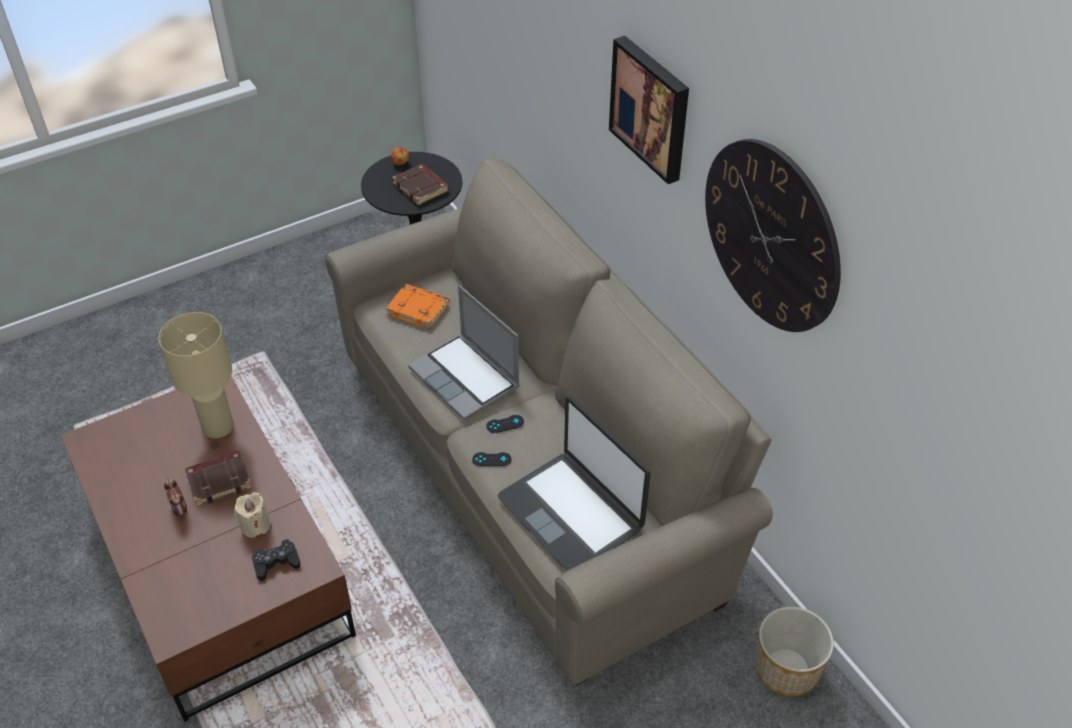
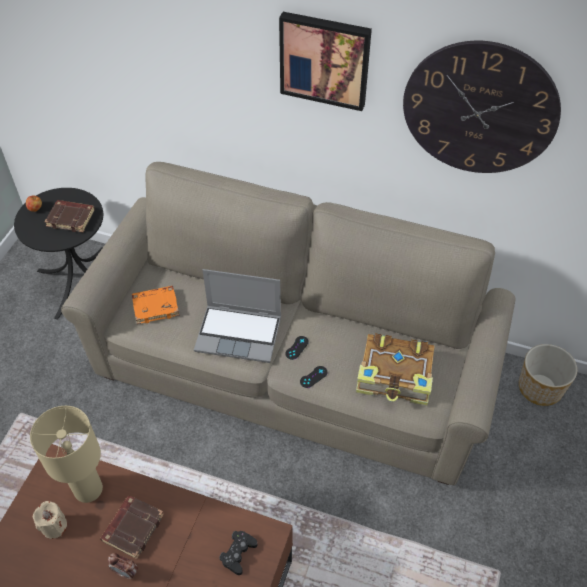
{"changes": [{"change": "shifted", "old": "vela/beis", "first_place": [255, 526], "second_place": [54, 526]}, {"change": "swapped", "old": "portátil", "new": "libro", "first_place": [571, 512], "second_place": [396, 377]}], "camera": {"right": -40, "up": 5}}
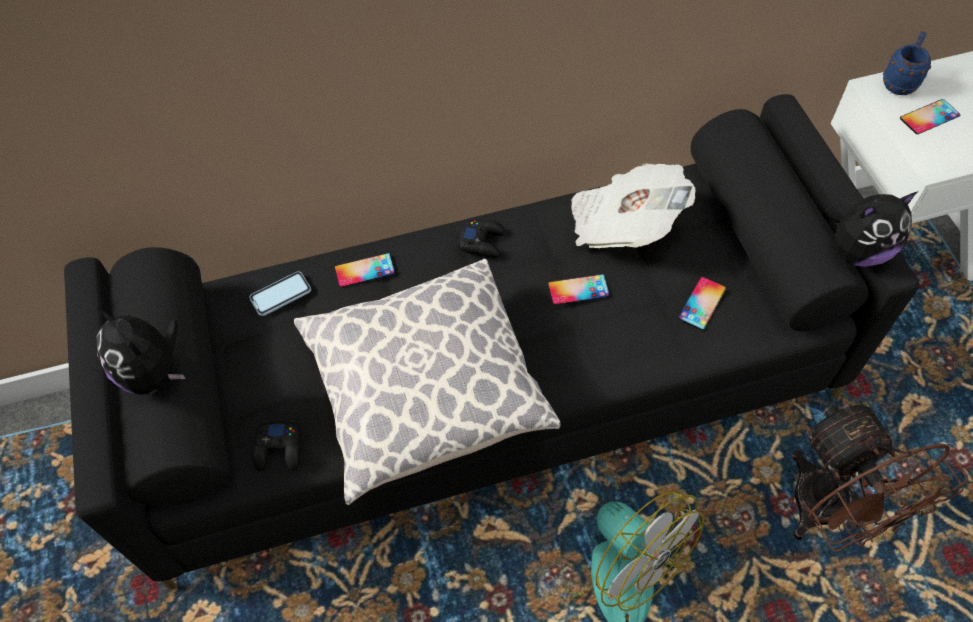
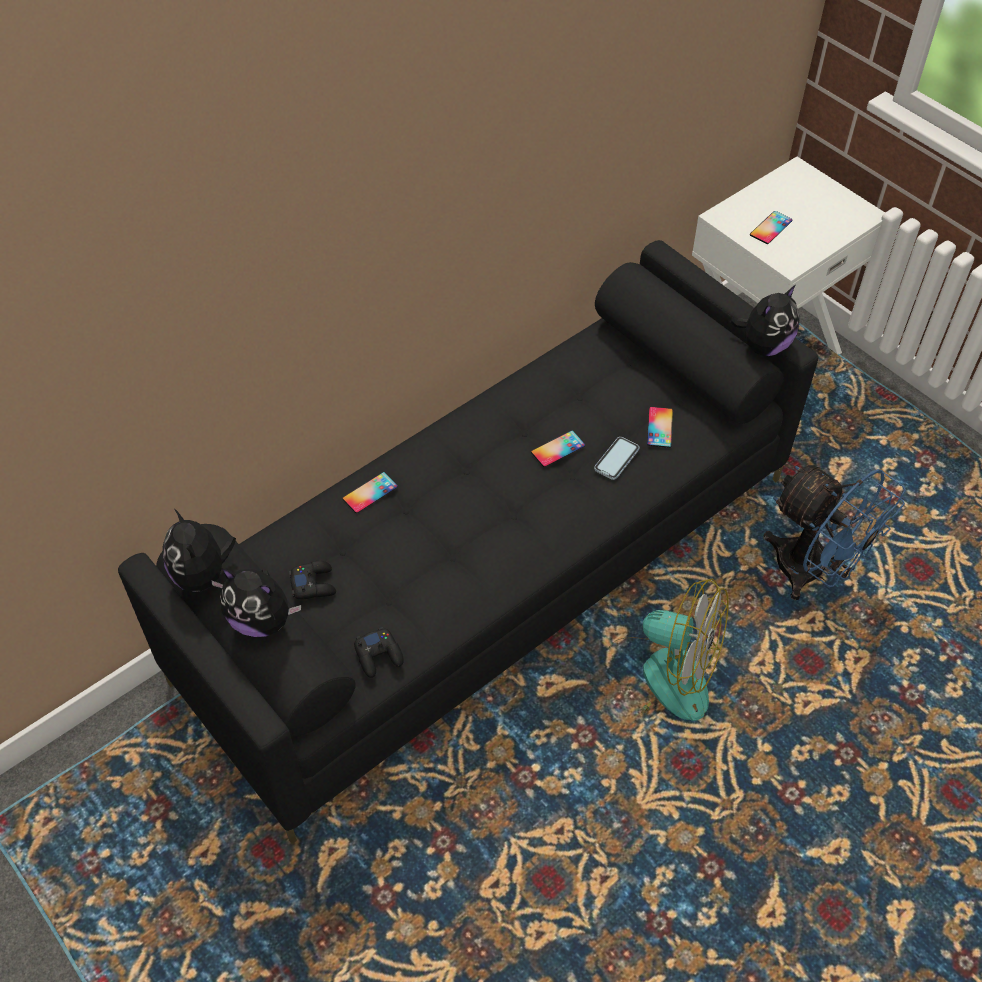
{"changes": [{"change": "shifted", "old": "móvil", "first_place": [281, 295], "second_place": [616, 459]}, {"change": "gone", "old": "cojín", "first_place": [425, 393]}, {"change": "shifted", "old": "mando de consola/negro", "first_place": [482, 242], "second_place": [313, 584]}, {"change": "gone", "old": "periódico", "first_place": [623, 225]}, {"change": "repainted", "old": "ventilador/marrón", "new": "ventilador/azul", "first_place": [830, 515], "second_place": [812, 573]}, {"change": "gone", "old": "taza grande/azul", "first_place": [900, 82]}, {"change": "new", "new": "peluche", "second_place": [203, 576]}], "camera": {"right": -25, "up": -5}}
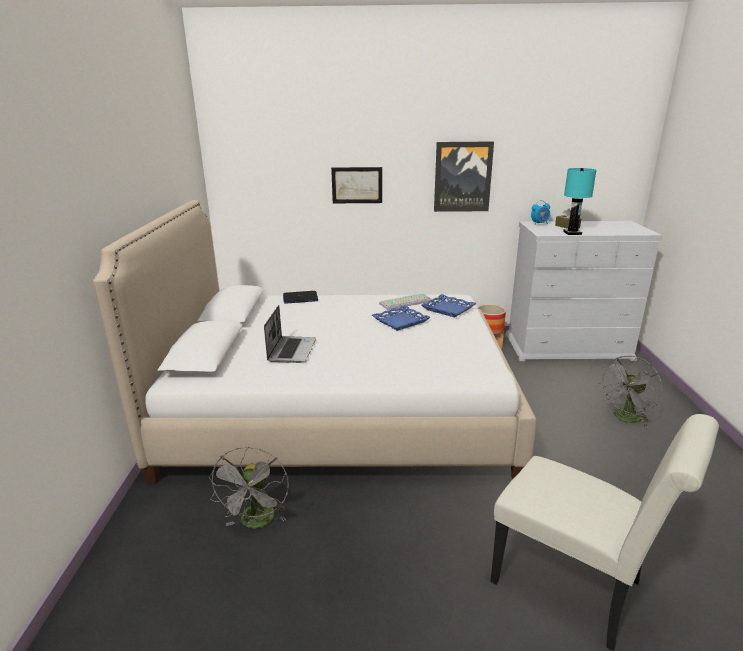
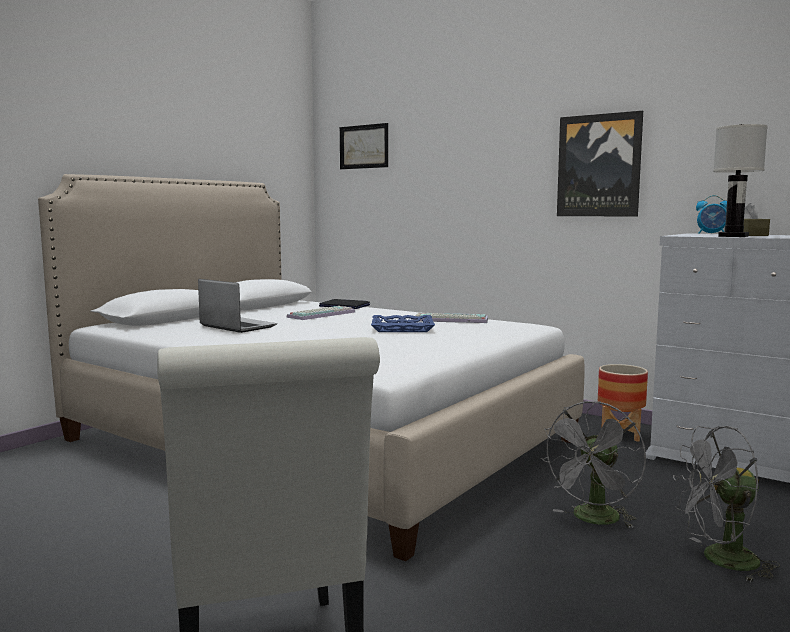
{"changes": [{"change": "shifted", "old": "ventilador/gris", "first_place": [257, 522], "second_place": [594, 520]}, {"change": "rotated", "old": "portátil", "first_place": [291, 350], "second_place": [236, 326], "degrees": -90}, {"change": "shifted", "old": "cuadro", "first_place": [357, 185], "second_place": [364, 146]}, {"change": "gone", "old": "bandeja/azul", "first_place": [448, 309]}, {"change": "repainted", "old": "lámpara de mesa/turquesa", "new": "lámpara de mesa/blanco", "first_place": [572, 233], "second_place": [733, 236]}, {"change": "new", "new": "teclado", "second_place": [321, 314]}], "camera": {"right": 35, "up": -15}}
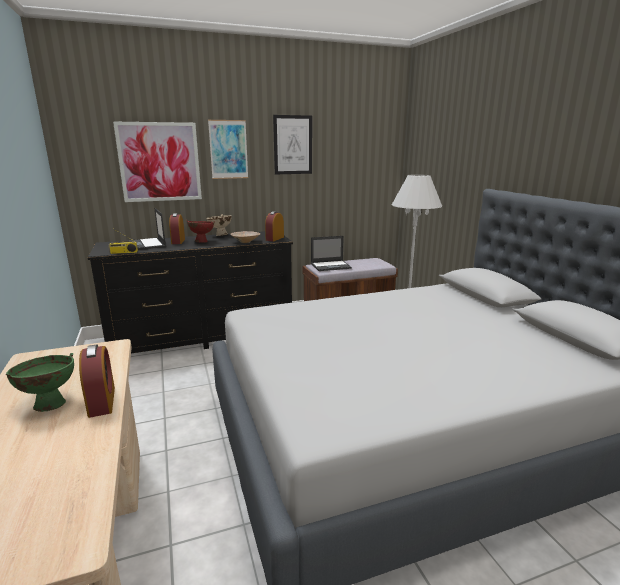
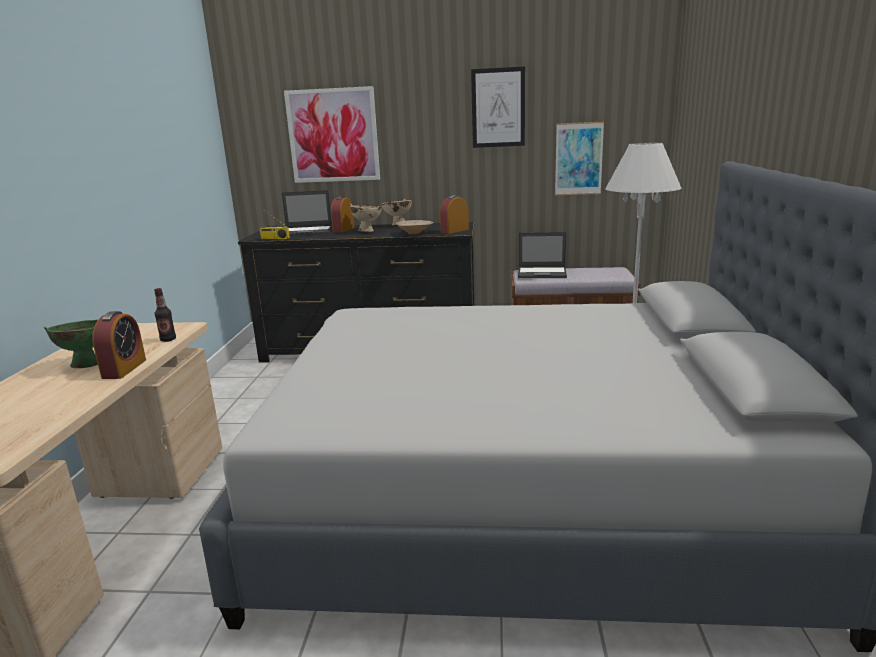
{"changes": [{"change": "rotated", "old": "portátil", "first_place": [146, 244], "second_place": [307, 231], "degrees": -90}, {"change": "repainted", "old": "cuenco/rojo", "new": "cuenco/beis", "first_place": [201, 242], "second_place": [367, 231]}, {"change": "shifted", "old": "cuadro", "first_place": [228, 149], "second_place": [578, 159]}, {"change": "new", "new": "botella", "second_place": [168, 339]}], "camera": {"right": 25, "up": 0}}
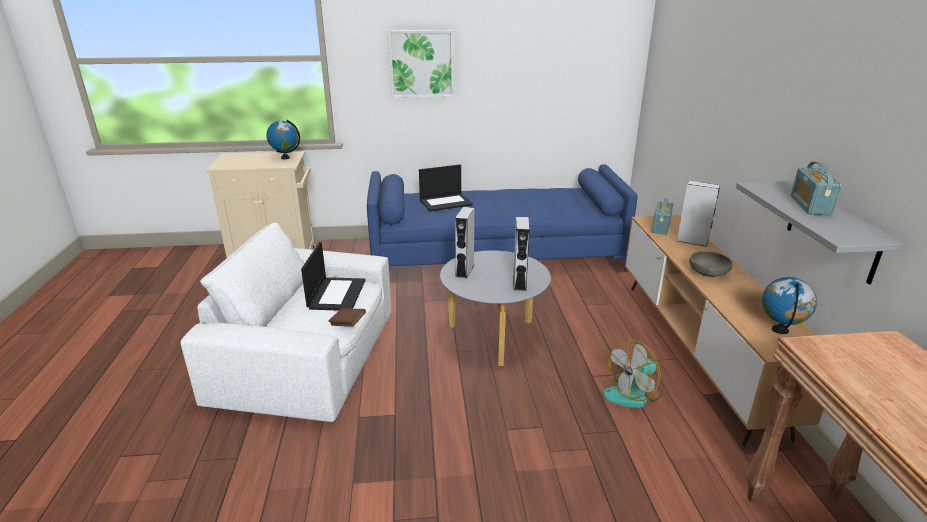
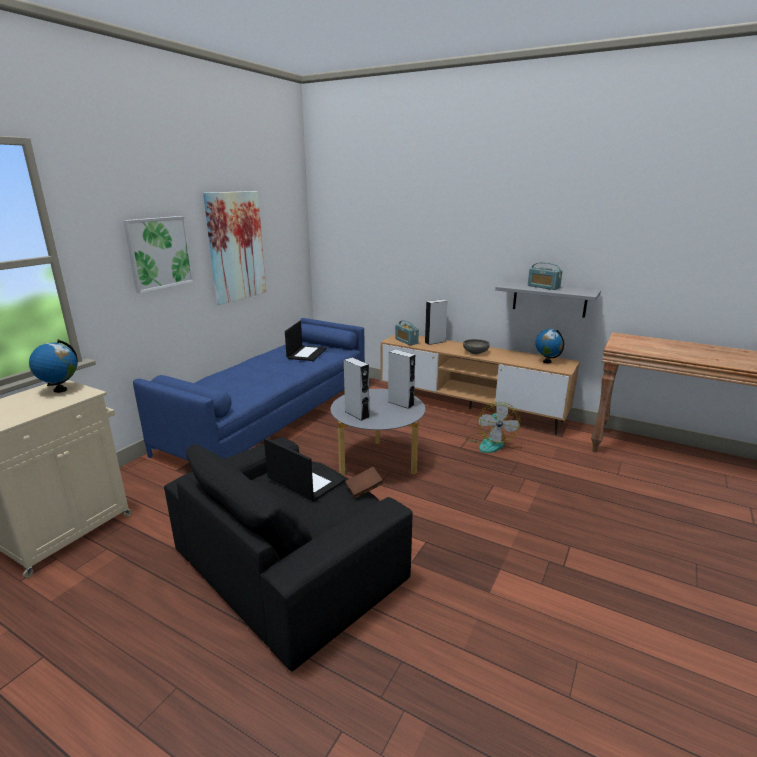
{"changes": [{"change": "repainted", "old": "sillón/blanco", "new": "sillón/negro", "first_place": [309, 356], "second_place": [290, 563]}, {"change": "shifted", "old": "portátil", "first_place": [446, 202], "second_place": [306, 353]}, {"change": "new", "new": "cuadro", "second_place": [236, 246]}], "camera": {"right": -55, "up": -5}}
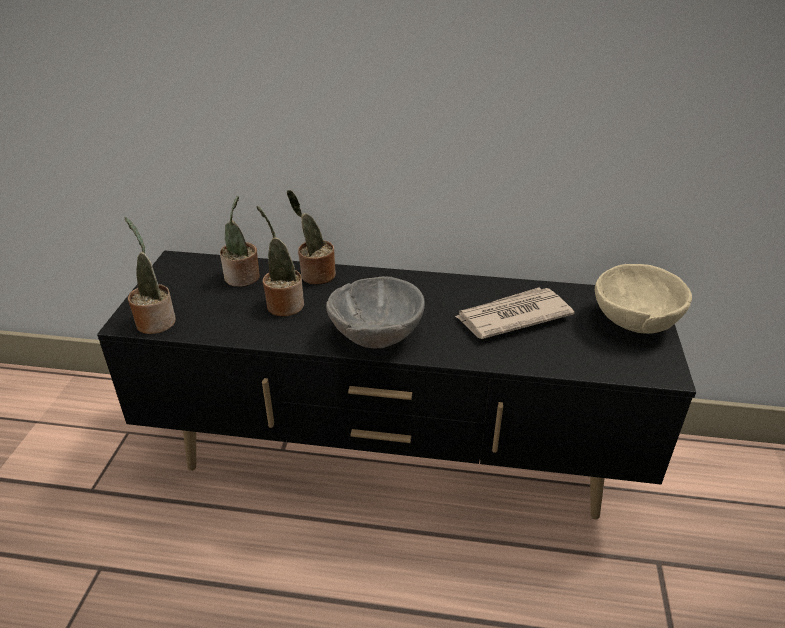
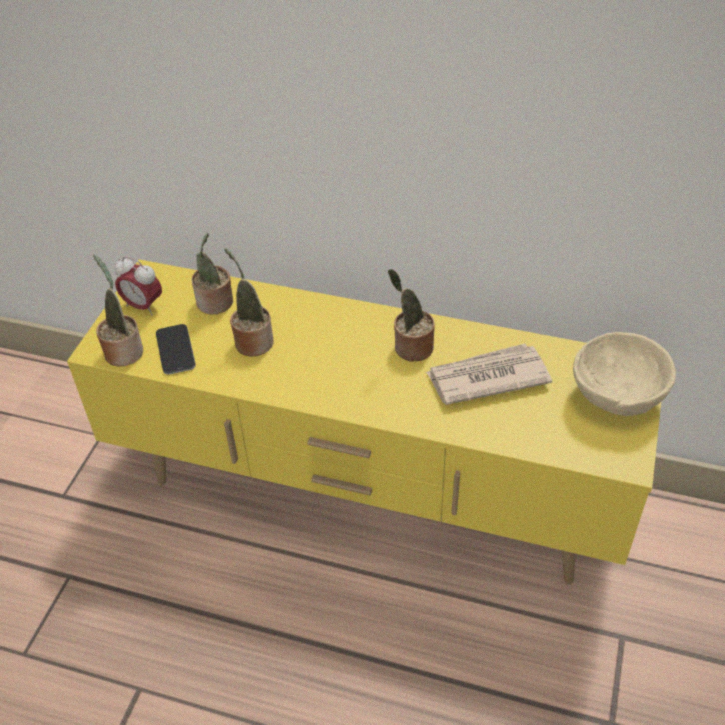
{"changes": [{"change": "repainted", "old": "mueble de televisión/negro", "new": "mueble de televisión/amarillo", "first_place": [394, 460], "second_place": [369, 495]}, {"change": "shifted", "old": "planta en maceta", "first_place": [315, 275], "second_place": [410, 348]}, {"change": "gone", "old": "cuenco/gris", "first_place": [376, 337]}, {"change": "new", "new": "despertador", "second_place": [143, 306]}, {"change": "new", "new": "móvil", "second_place": [175, 350]}], "camera": {"right": 10, "up": 10}}
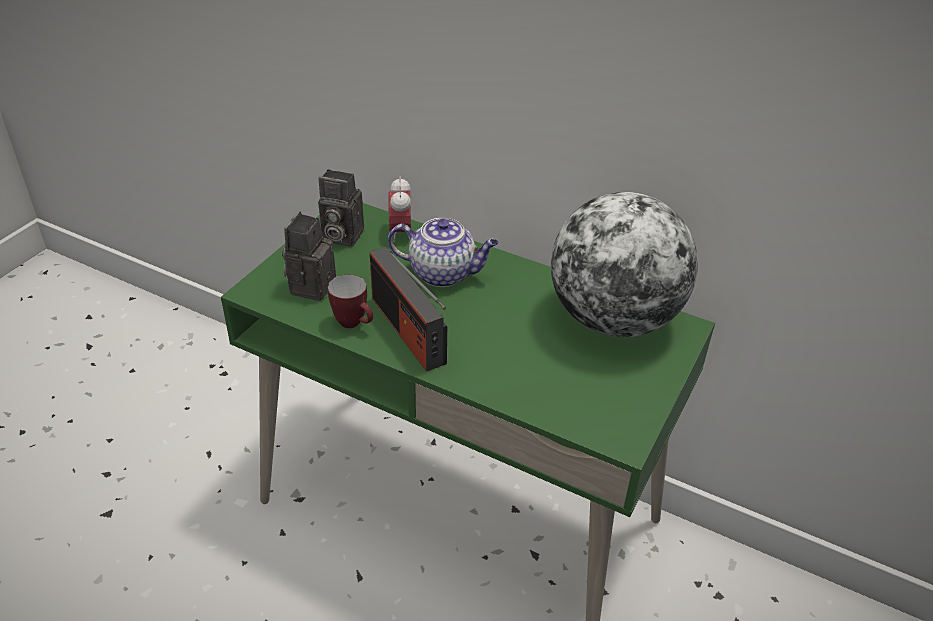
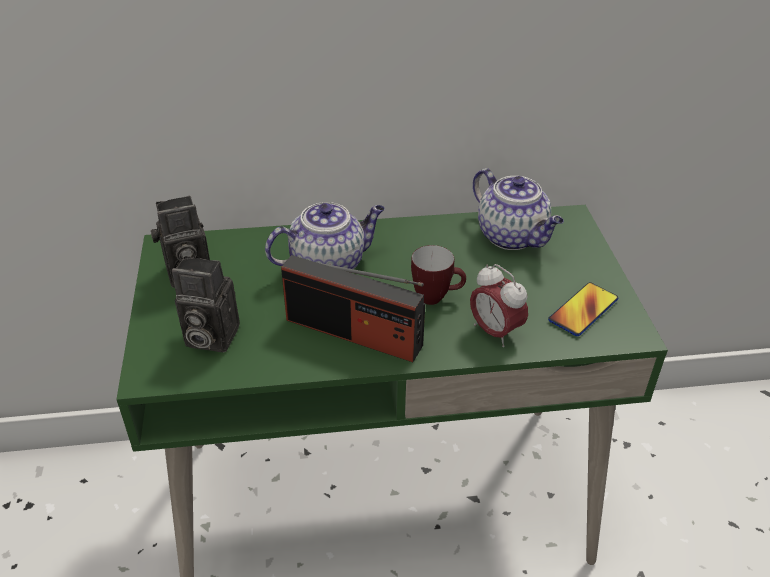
{"changes": [{"change": "rotated", "old": "cámara", "first_place": [311, 285], "second_place": [208, 337], "degrees": -60}, {"change": "shifted", "old": "taza grande", "first_place": [354, 324], "second_place": [436, 297]}, {"change": "shifted", "old": "despertador", "first_place": [400, 233], "second_place": [494, 332]}, {"change": "swapped", "old": "globo terráqueo", "new": "tetera", "first_place": [613, 319], "second_place": [513, 237]}, {"change": "new", "new": "móvil", "second_place": [583, 310]}], "camera": {"right": -35, "up": 0}}
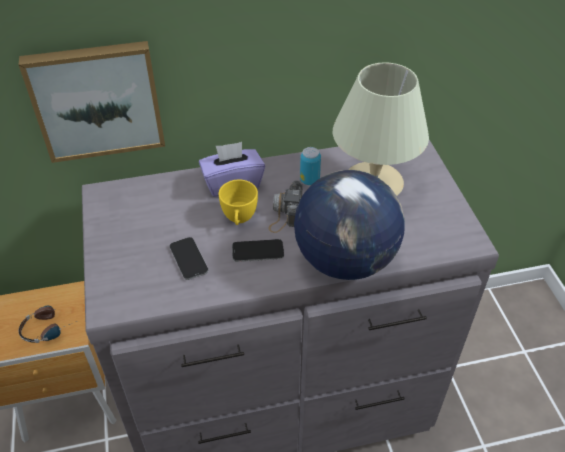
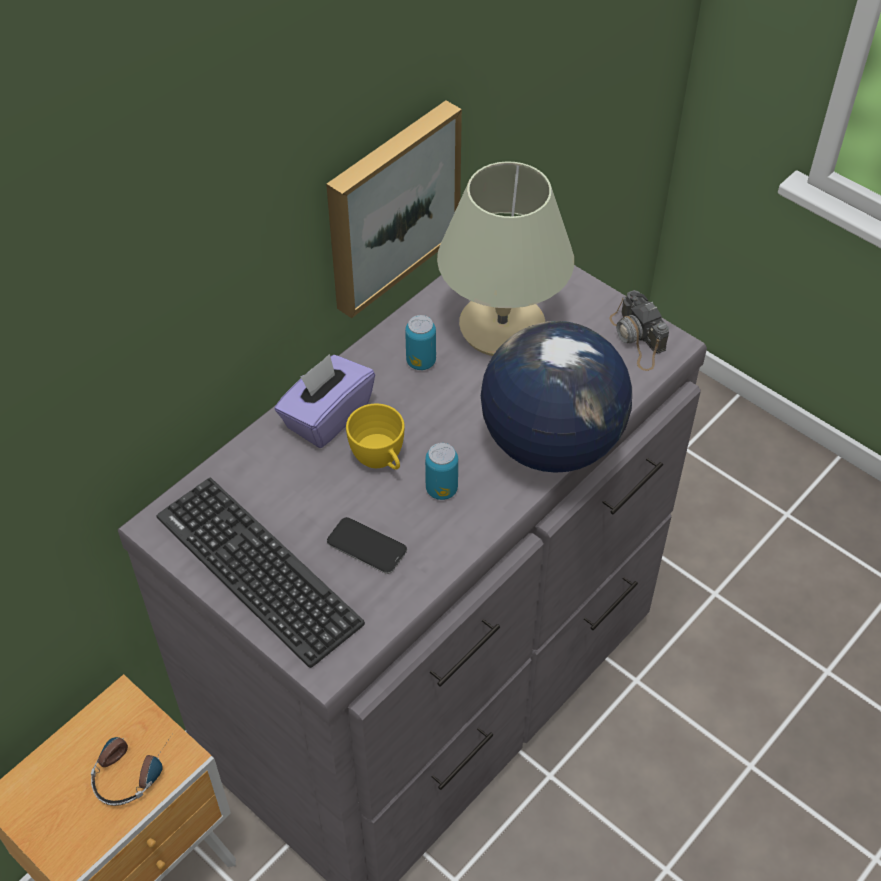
{"changes": [{"change": "shifted", "old": "cuadro", "first_place": [97, 100], "second_place": [390, 206]}, {"change": "swapped", "old": "móvil", "new": "lata", "first_place": [257, 251], "second_place": [441, 489]}, {"change": "shifted", "old": "cámara", "first_place": [286, 212], "second_place": [638, 339]}, {"change": "new", "new": "teclado", "second_place": [258, 570]}], "camera": {"right": -35, "up": 5}}
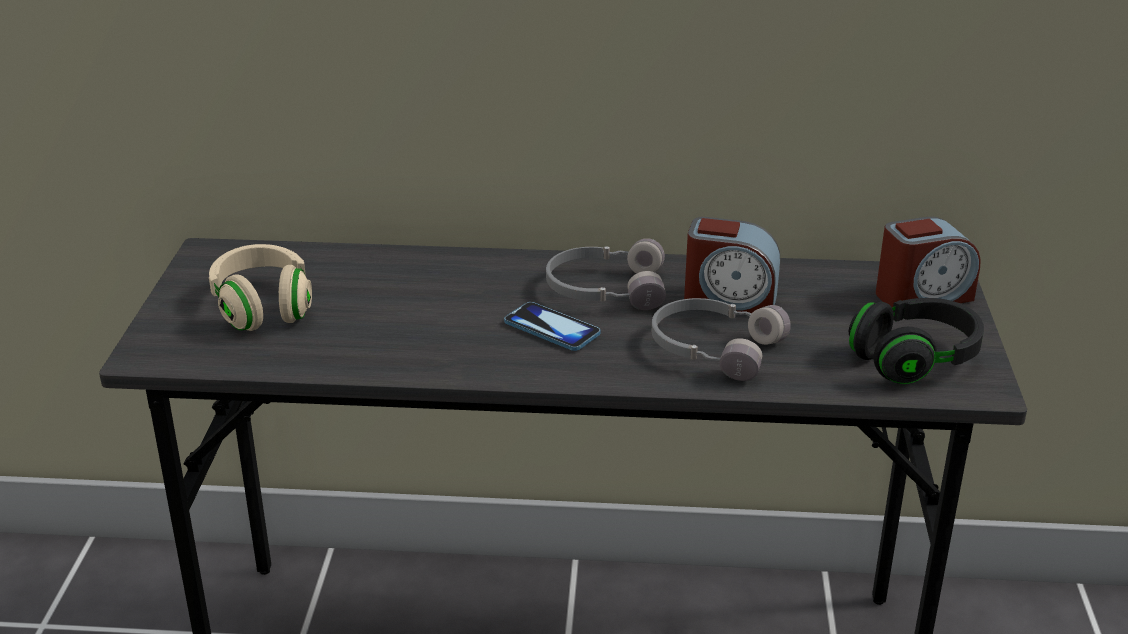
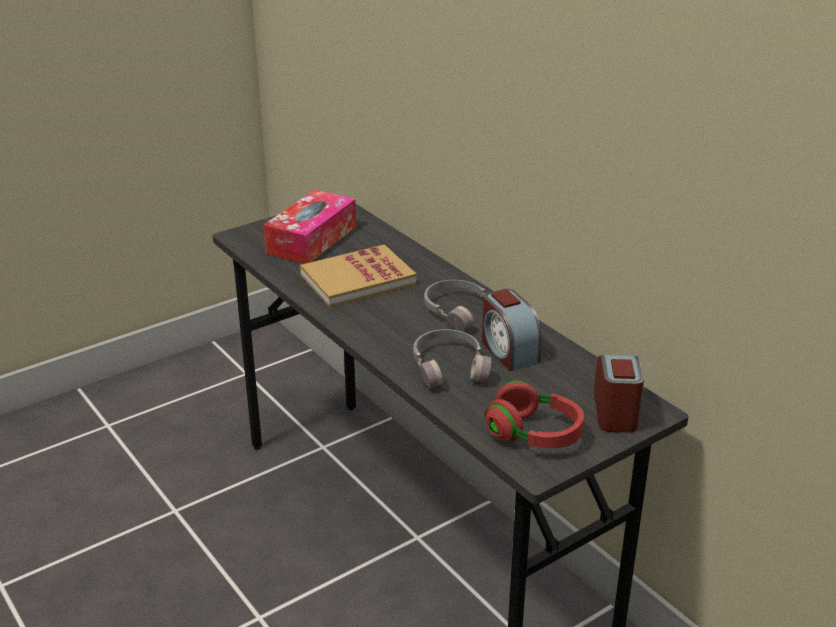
{"changes": [{"change": "swapped", "old": "auriculares/beis", "new": "caja de pañuelos", "first_place": [263, 307], "second_place": [312, 239]}, {"change": "gone", "old": "móvil", "first_place": [552, 328]}, {"change": "repainted", "old": "auriculares/negro", "new": "auriculares/rojo", "first_place": [914, 360], "second_place": [534, 435]}, {"change": "rotated", "old": "despertador", "first_place": [922, 296], "second_place": [616, 411], "degrees": -120}, {"change": "new", "new": "libro", "second_place": [357, 279]}], "camera": {"right": 50, "up": 0}}
